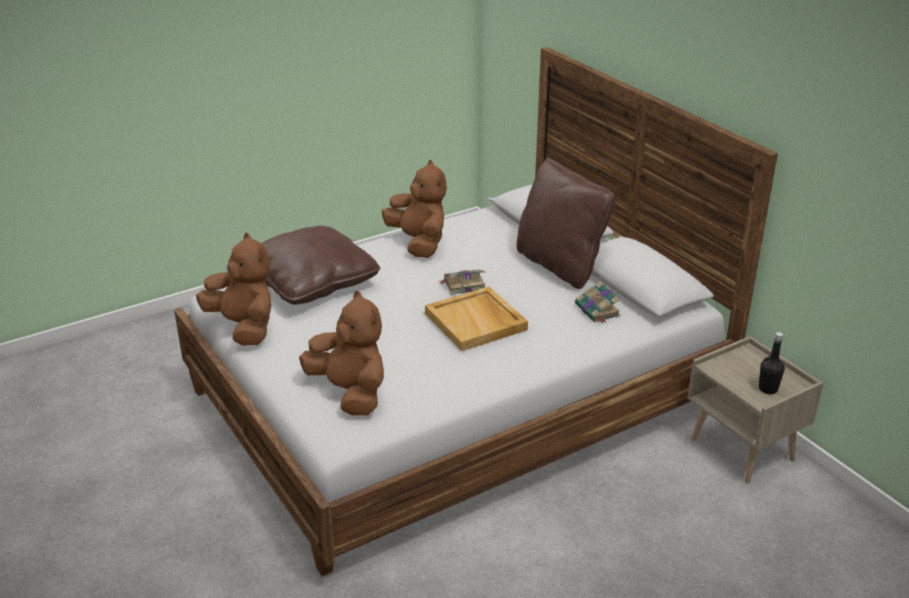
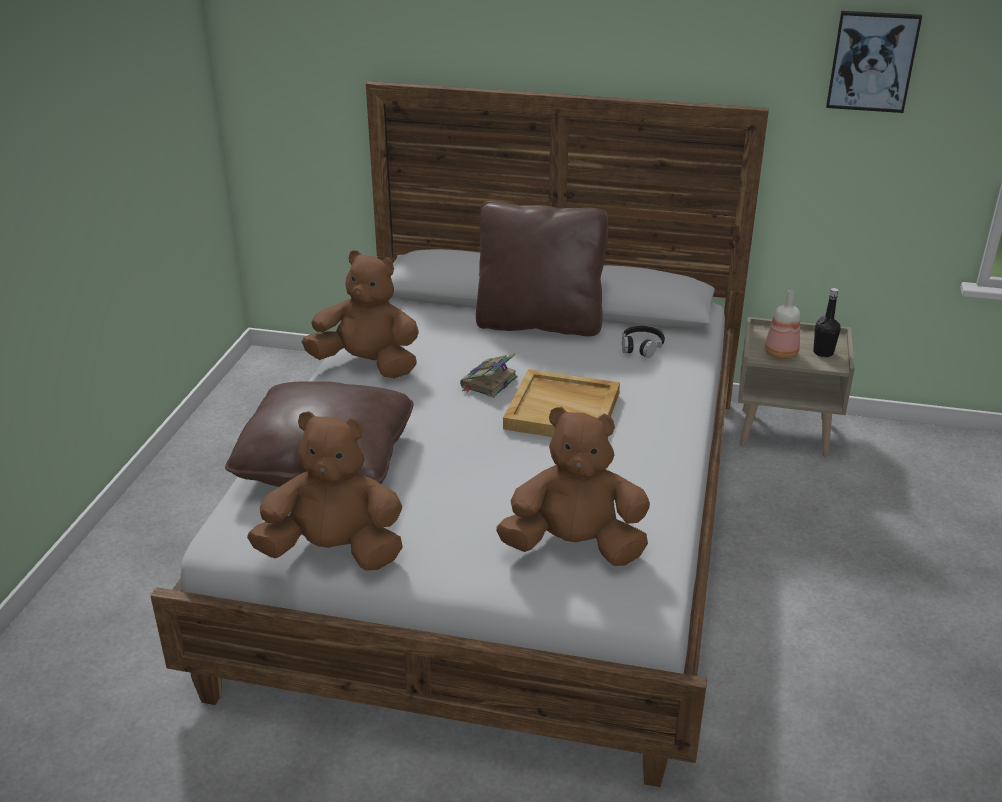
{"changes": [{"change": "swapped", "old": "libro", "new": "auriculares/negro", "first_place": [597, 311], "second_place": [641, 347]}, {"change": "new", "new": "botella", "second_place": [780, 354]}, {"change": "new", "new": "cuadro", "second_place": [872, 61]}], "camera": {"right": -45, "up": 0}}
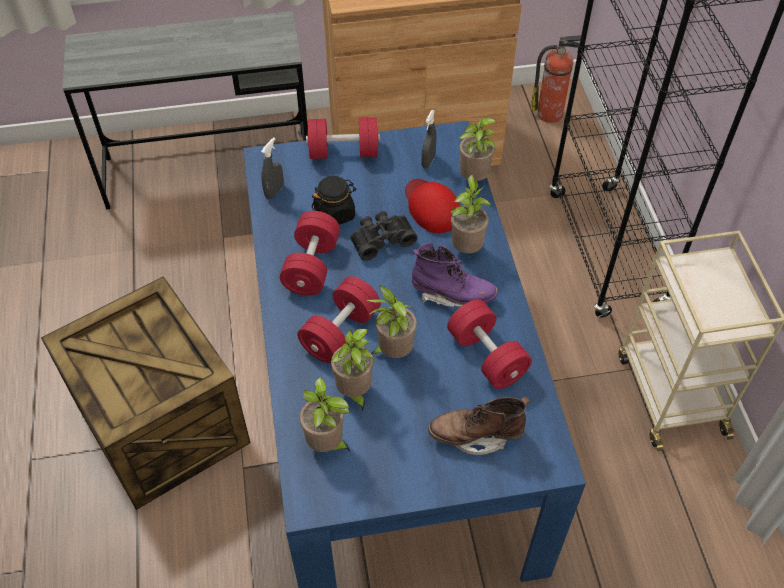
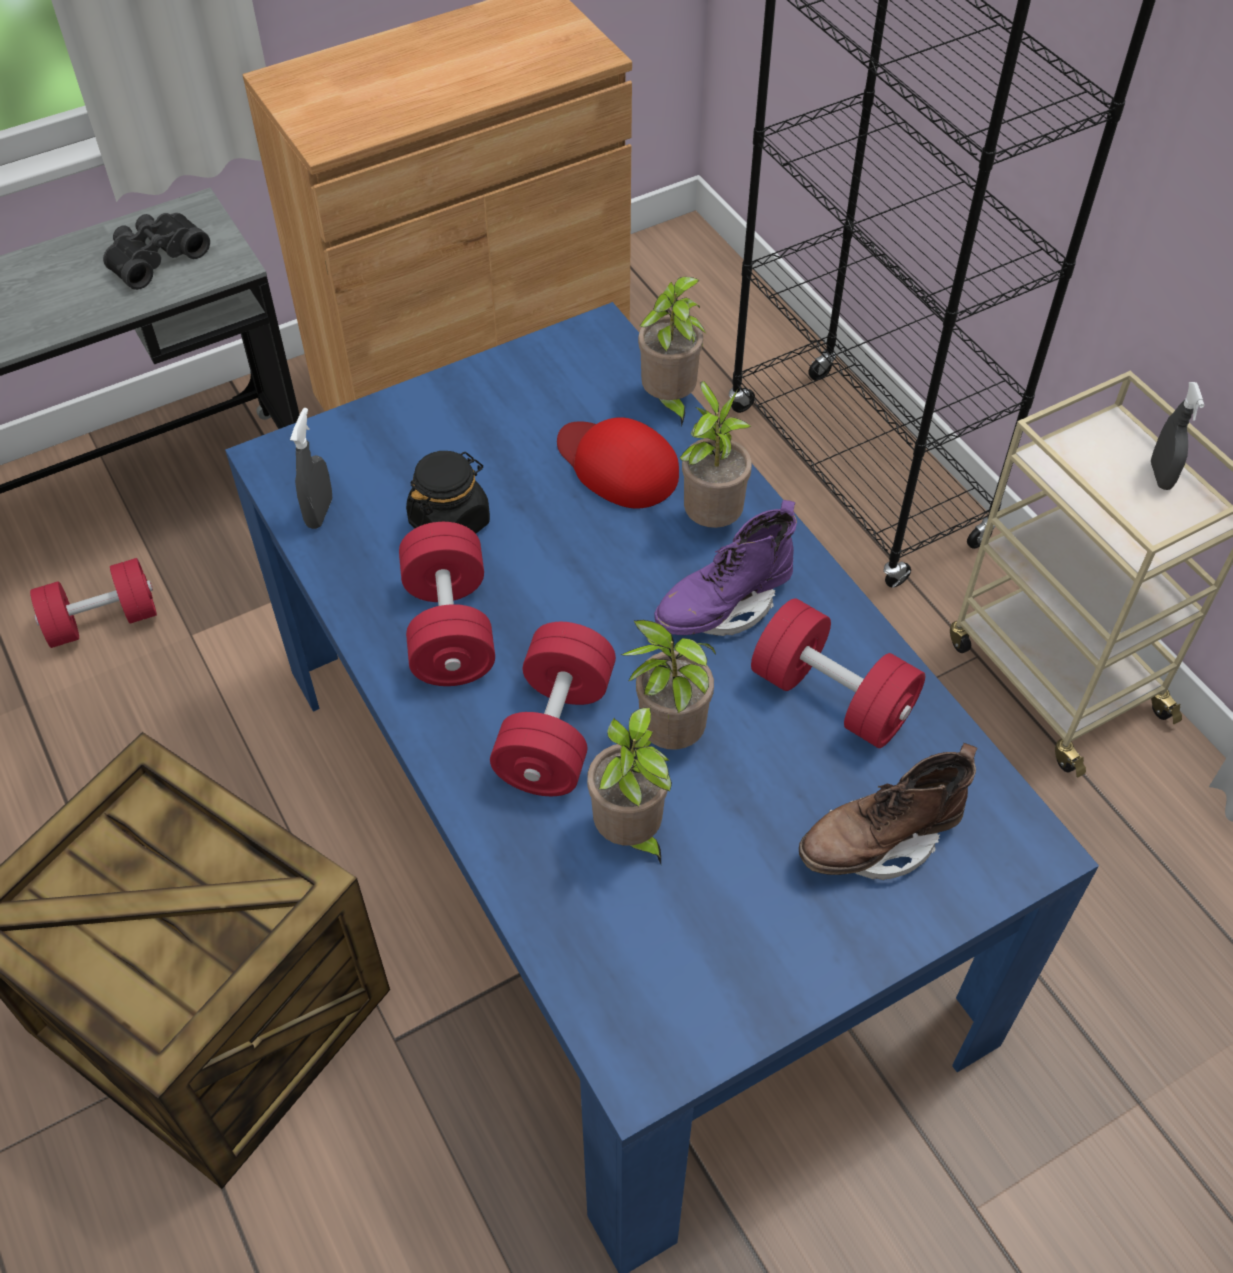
{"changes": [{"change": "gone", "old": "planta en maceta", "first_place": [327, 444]}, {"change": "shifted", "old": "mancuerna/rojo", "first_place": [343, 152], "second_place": [102, 621]}, {"change": "shifted", "old": "prismáticos/negro", "first_place": [381, 239], "second_place": [155, 258]}, {"change": "rotated", "old": "bota/morado", "first_place": [452, 294], "second_place": [723, 606], "degrees": 150}, {"change": "shifted", "old": "pulverizador/gris", "first_place": [428, 161], "second_place": [1160, 475]}, {"change": "gone", "old": "extintor", "first_place": [551, 114]}], "camera": {"right": -20, "up": 0}}
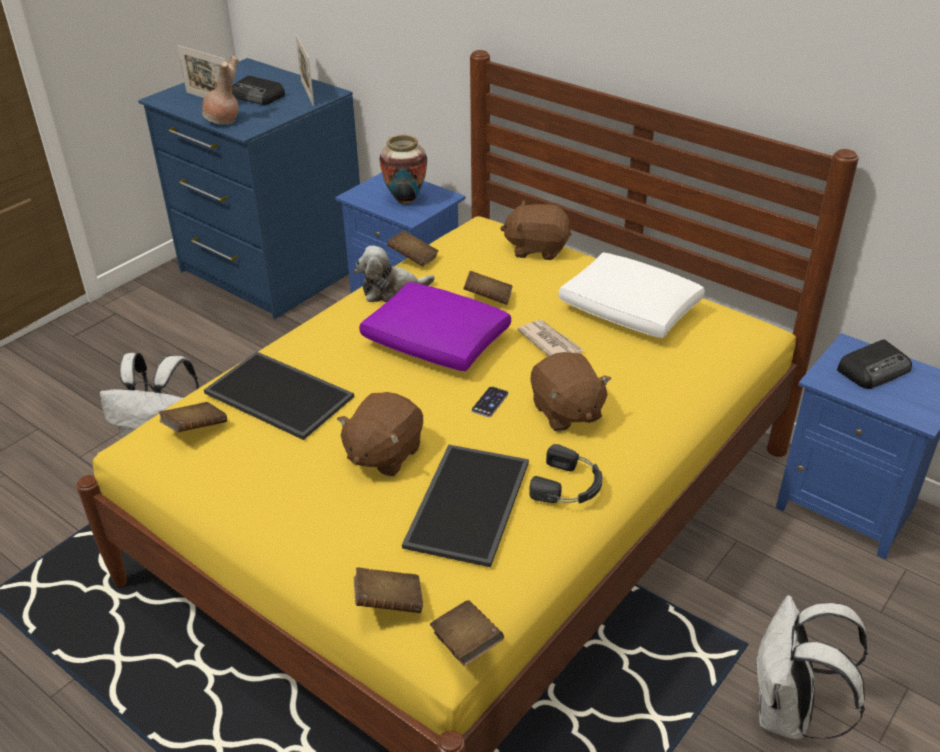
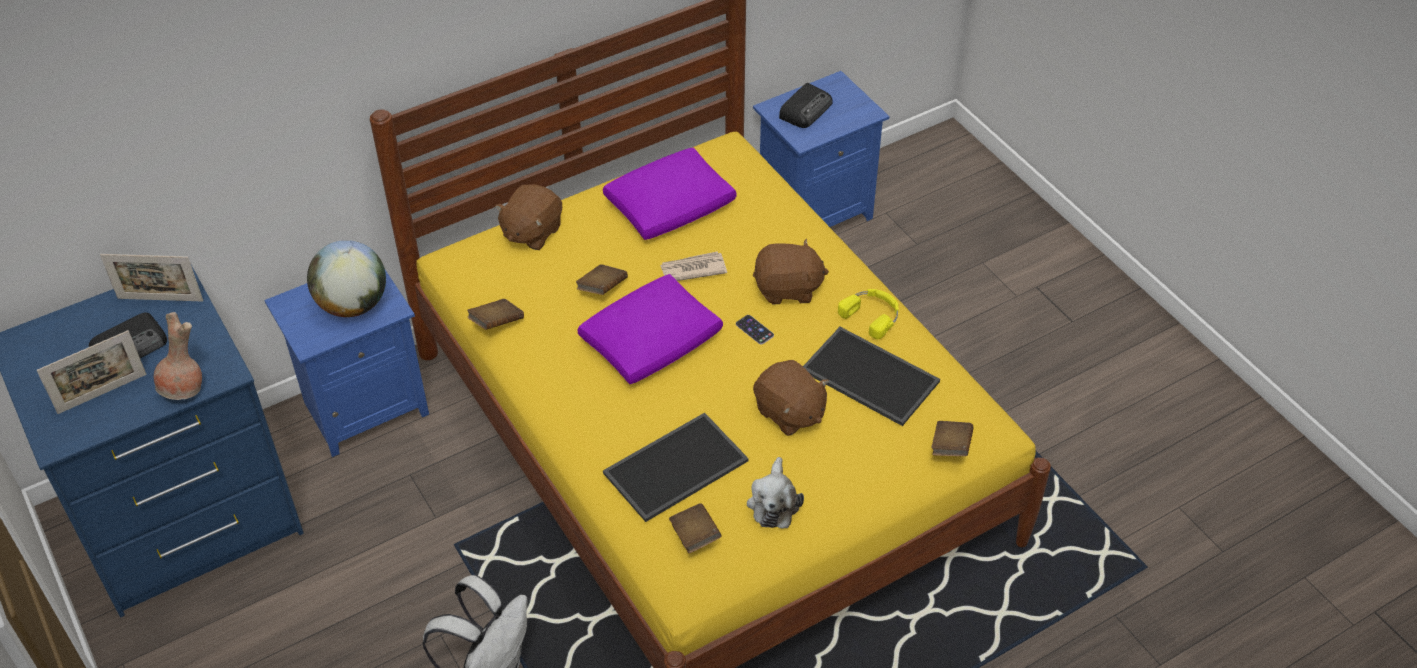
{"changes": [{"change": "shifted", "old": "peluche", "first_place": [391, 290], "second_place": [774, 502]}, {"change": "swapped", "old": "florero", "new": "globo terráqueo", "first_place": [405, 201], "second_place": [353, 305]}, {"change": "gone", "old": "libro/marrón", "first_place": [466, 644]}, {"change": "repainted", "old": "auriculares/negro", "new": "auriculares/amarillo", "first_place": [569, 485], "second_place": [872, 314]}, {"change": "repainted", "old": "cojín/blanco", "new": "cojín/morado", "first_place": [630, 310], "second_place": [670, 205]}, {"change": "gone", "old": "mochila/blanco", "first_place": [788, 714]}, {"change": "rotated", "old": "radio", "first_place": [874, 369], "second_place": [806, 109], "degrees": 45}], "camera": {"right": -70, "up": 10}}
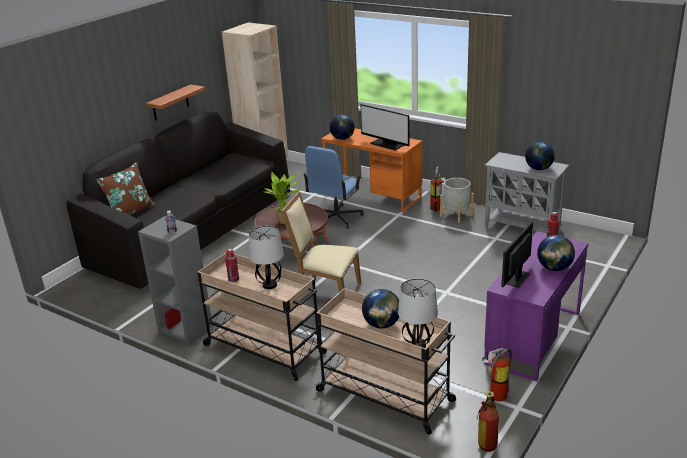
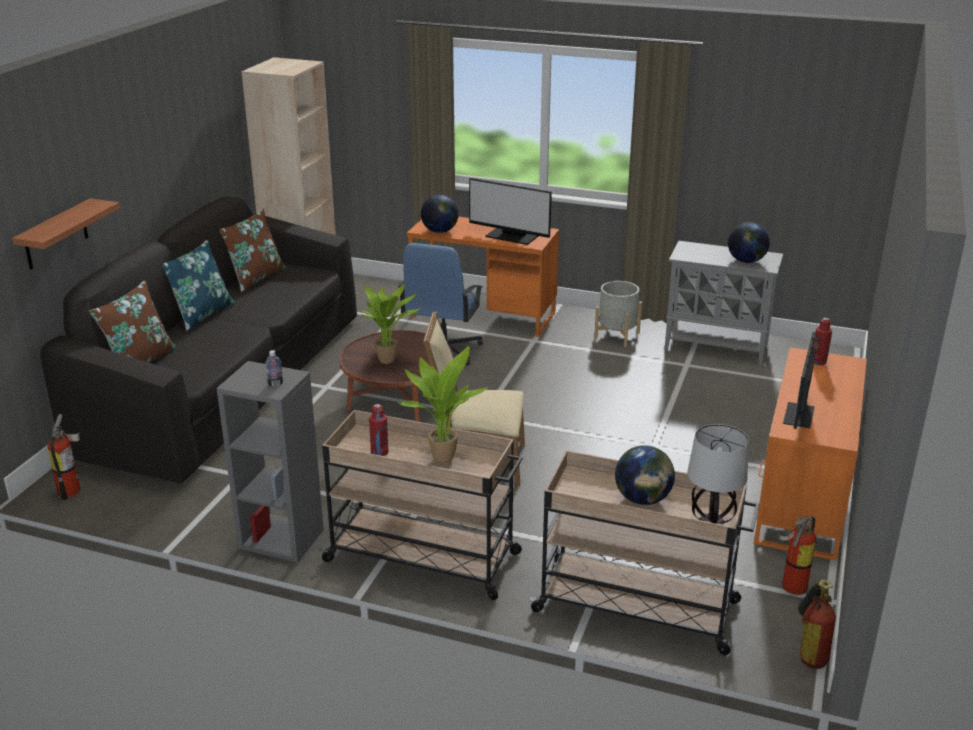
{"changes": [{"change": "shifted", "old": "estante", "first_place": [170, 103], "second_place": [56, 235]}, {"change": "swapped", "old": "lámpara de mesa", "new": "planta en maceta", "first_place": [269, 285], "second_place": [441, 457]}, {"change": "shifted", "old": "extintor", "first_place": [437, 207], "second_place": [72, 489]}, {"change": "repainted", "old": "escritorio/morado", "new": "escritorio/naranja", "first_place": [533, 337], "second_place": [802, 499]}, {"change": "gone", "old": "globo terráqueo", "first_place": [554, 268]}, {"change": "new", "new": "cojín/azul", "second_place": [201, 315]}, {"change": "new", "new": "cojín/marrón", "second_place": [255, 278]}], "camera": {"right": -15, "up": 0}}
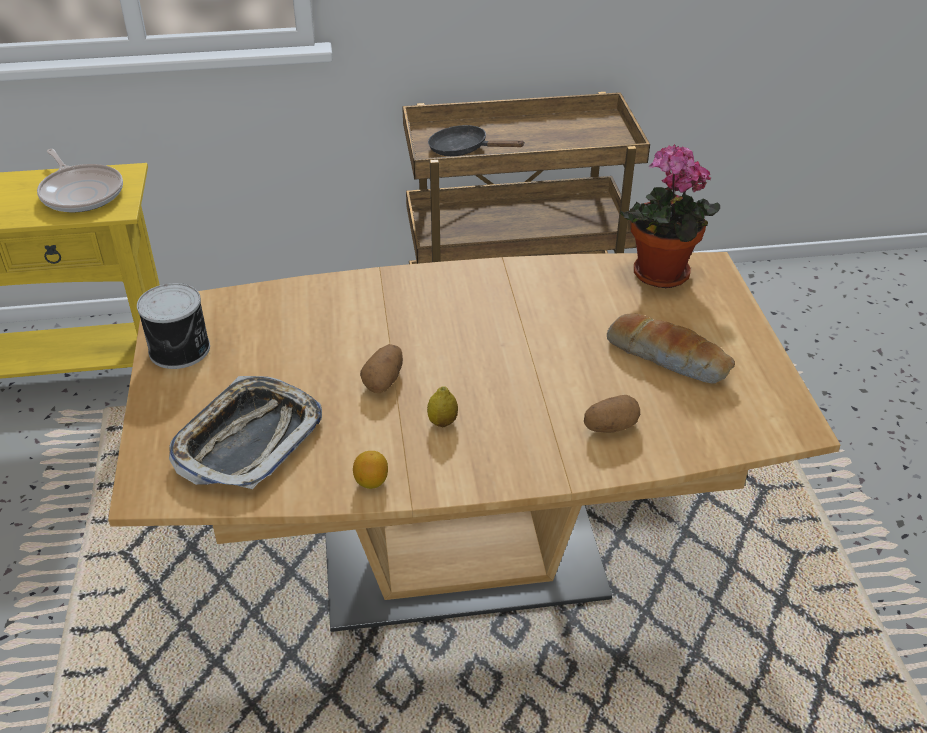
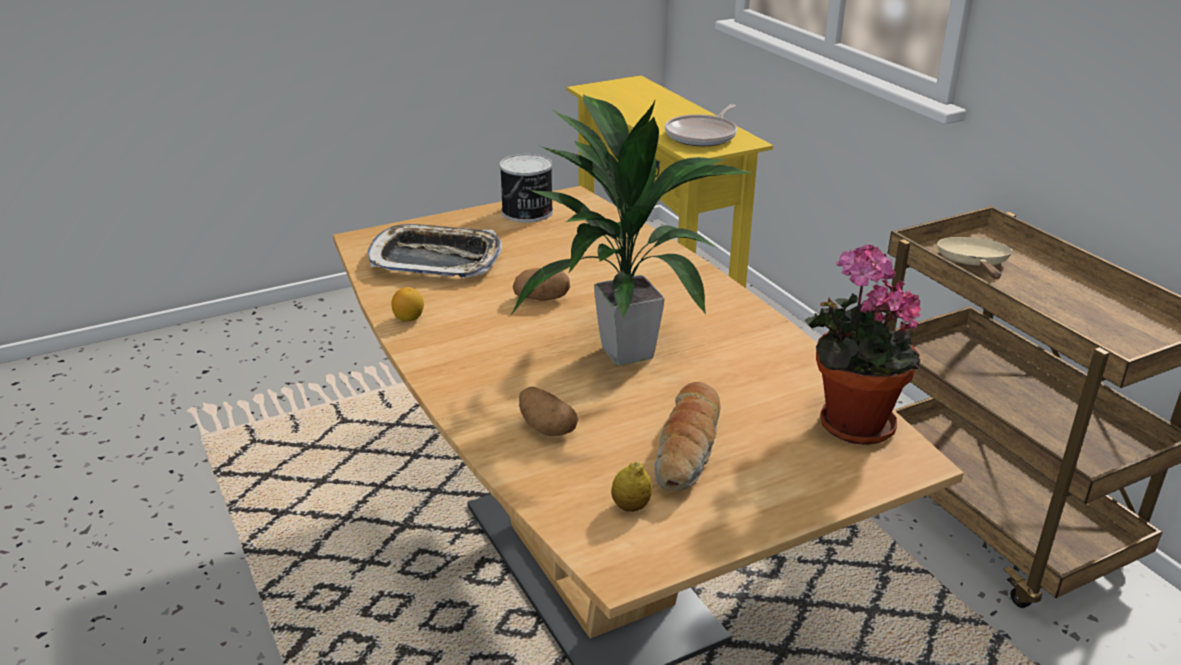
{"changes": [{"change": "shifted", "old": "limón", "first_place": [442, 422], "second_place": [631, 507]}, {"change": "repainted", "old": "sartén/negro", "new": "sartén/beis", "first_place": [464, 150], "second_place": [973, 264]}, {"change": "new", "new": "planta en maceta", "second_place": [627, 351]}], "camera": {"right": 70, "up": -10}}
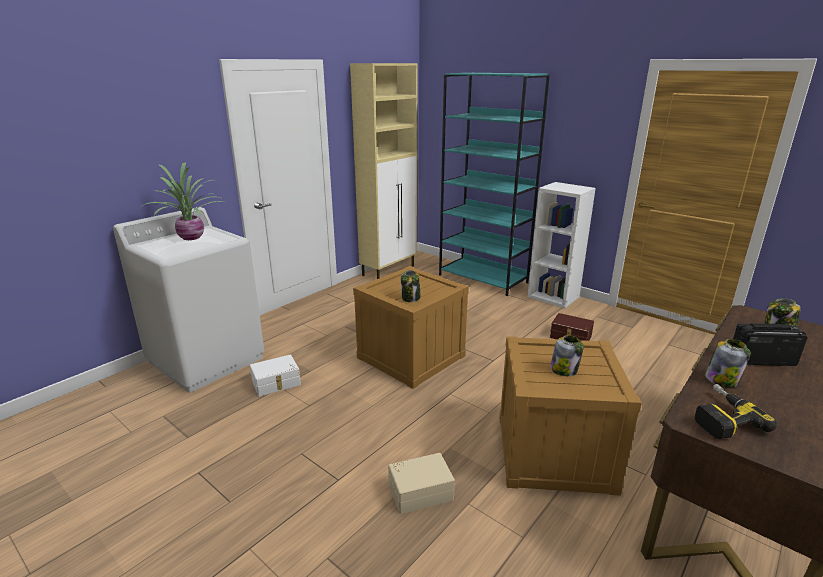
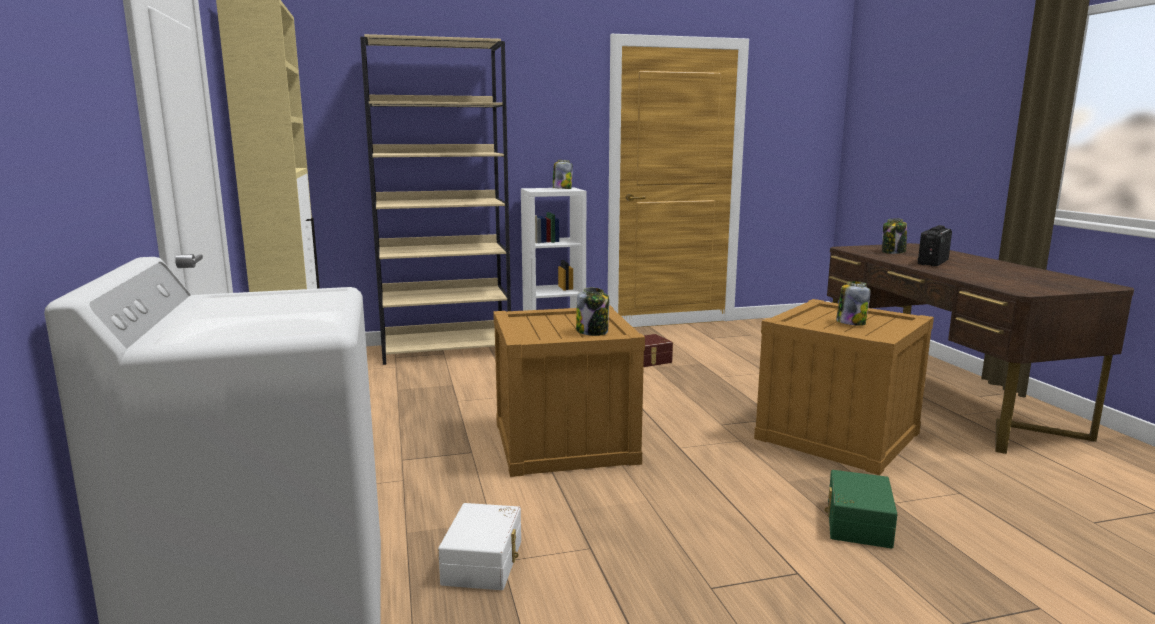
{"changes": [{"change": "gone", "old": "planta en maceta", "first_place": [192, 237]}, {"change": "repainted", "old": "caja de almacenaje/beis", "new": "caja de almacenaje/verde", "first_place": [420, 490], "second_place": [856, 523]}, {"change": "repainted", "old": "estantería/turquesa", "new": "estantería/beis", "first_place": [483, 279], "second_place": [447, 350]}, {"change": "gone", "old": "taladro", "first_place": [720, 417]}, {"change": "shifted", "old": "tarro", "first_place": [721, 379], "second_place": [562, 189]}], "camera": {"right": -55, "up": -10}}
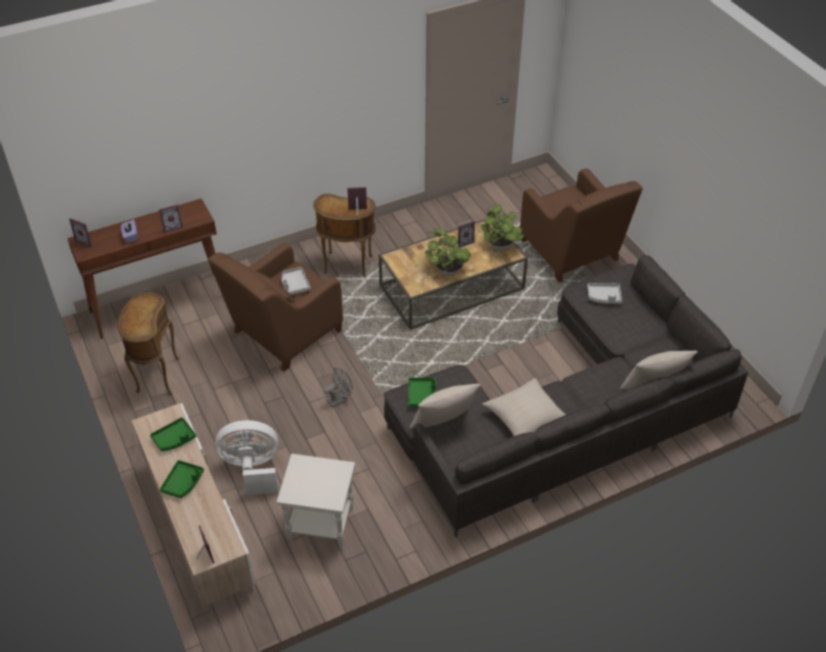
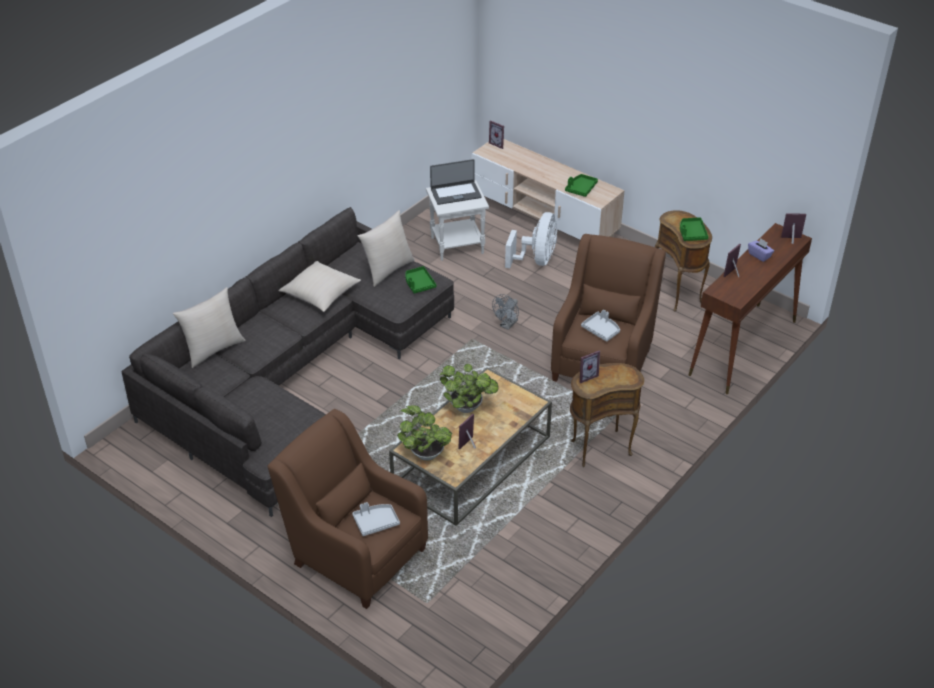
{"changes": [{"change": "shifted", "old": "bandeja/verde", "first_place": [183, 483], "second_place": [692, 233]}, {"change": "rotated", "old": "ventilador/blanco", "first_place": [252, 469], "second_place": [536, 260], "degrees": -45}, {"change": "shifted", "old": "bandeja/gris", "first_place": [604, 297], "second_place": [376, 522]}, {"change": "new", "new": "portátil", "second_place": [455, 193]}], "camera": {"right": 155, "up": -5}}
